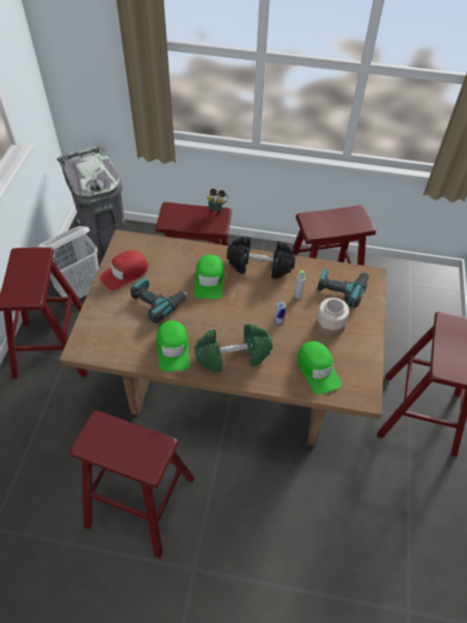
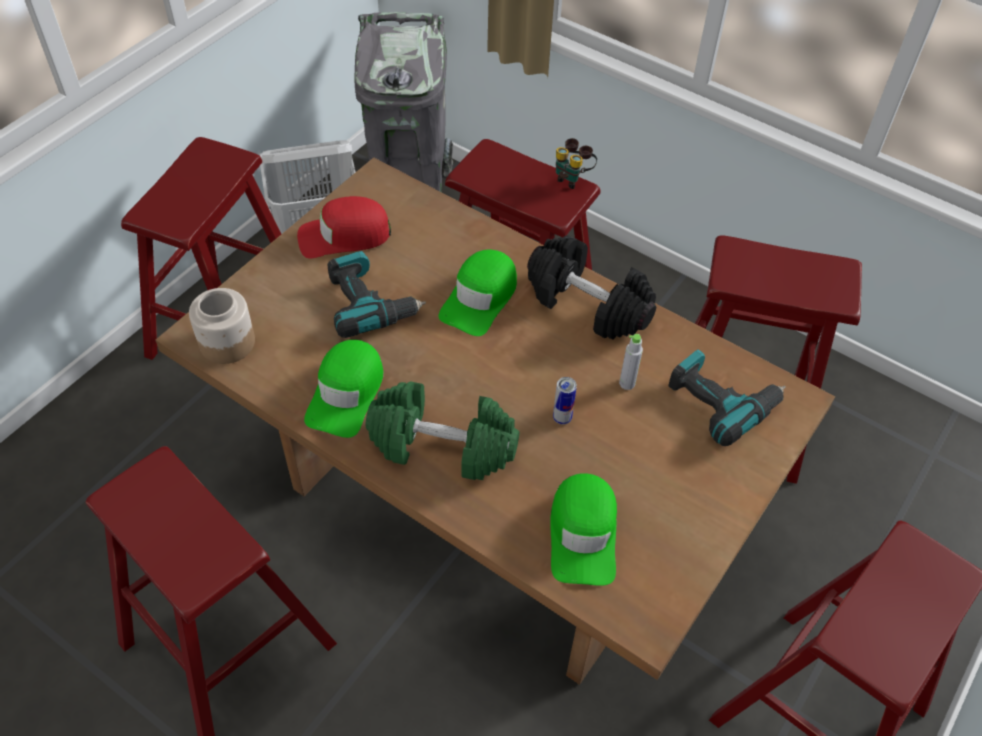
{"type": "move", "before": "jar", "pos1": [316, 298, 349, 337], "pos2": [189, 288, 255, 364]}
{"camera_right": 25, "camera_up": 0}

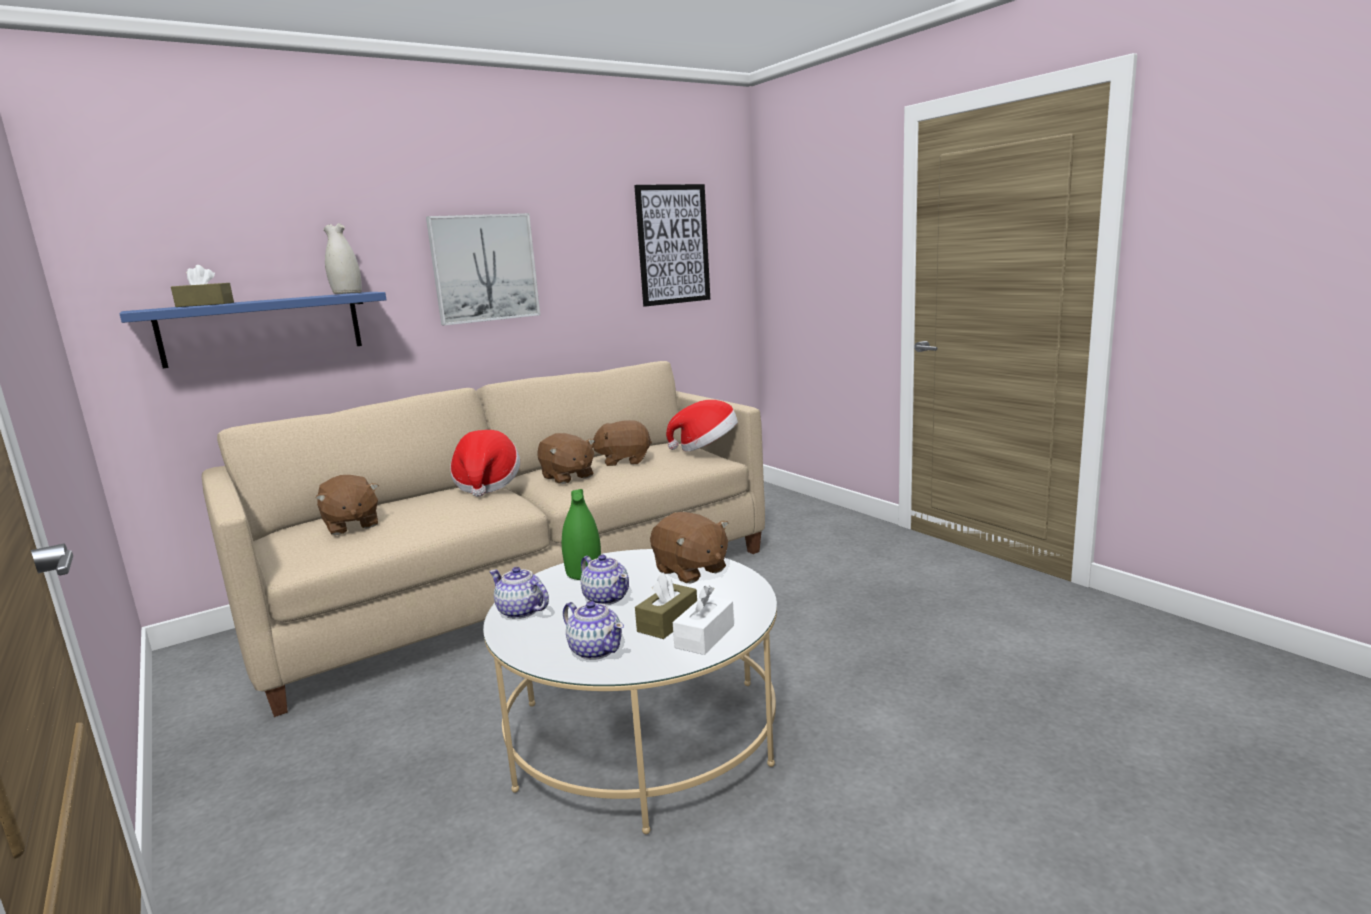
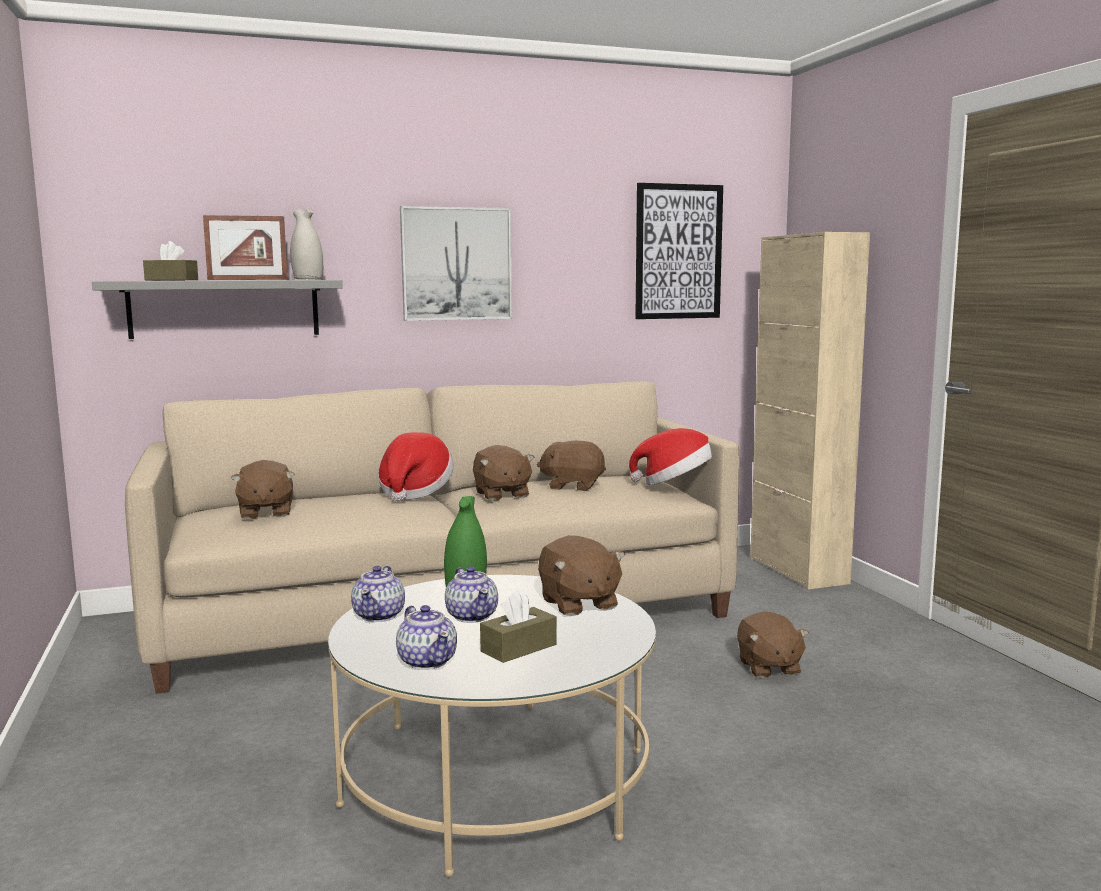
{"type": "recolor", "before": "blue shelf", "after": "grey shelf", "pos1": [120, 292, 386, 368], "pos2": [92, 280, 343, 339]}
{"type": "insert", "after": "picture frame", "pos2": [203, 215, 288, 280]}
{"type": "rotate", "before": "teapot", "pos1": [489, 567, 549, 619], "pos2": [351, 566, 405, 622], "turn": -135}
{"type": "insert", "after": "brown plush toy", "pos2": [737, 611, 809, 678]}
{"type": "insert", "after": "beige cabinet", "pos2": [750, 232, 870, 589]}
{"type": "delete", "before": "white tissue box", "pos1": [673, 585, 734, 655]}
{"camera_right": 15, "camera_up": -5}

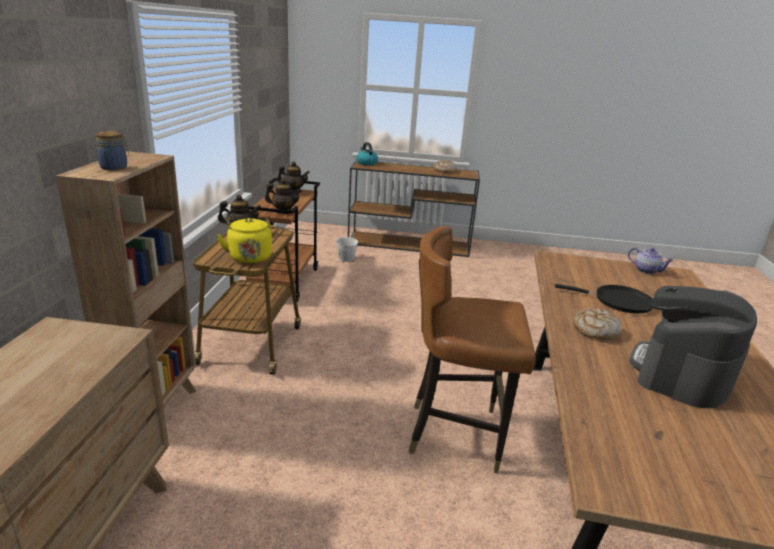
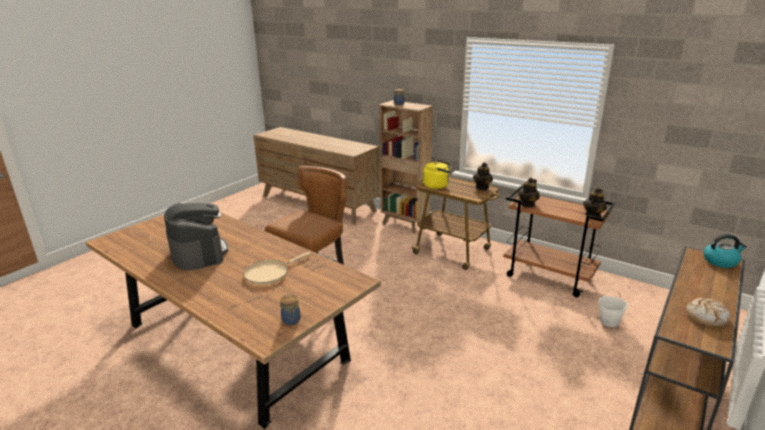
{"type": "recolor", "before": "black frying pan", "after": "beige frying pan", "pos1": [555, 284, 653, 314], "pos2": [244, 252, 311, 285]}
{"type": "replace", "before": "teapot", "after": "jar", "pos1": [628, 247, 674, 274], "pos2": [280, 295, 300, 325]}
{"type": "delete", "before": "bread", "pos1": [573, 308, 621, 340]}
{"camera_right": 120, "camera_up": 0}

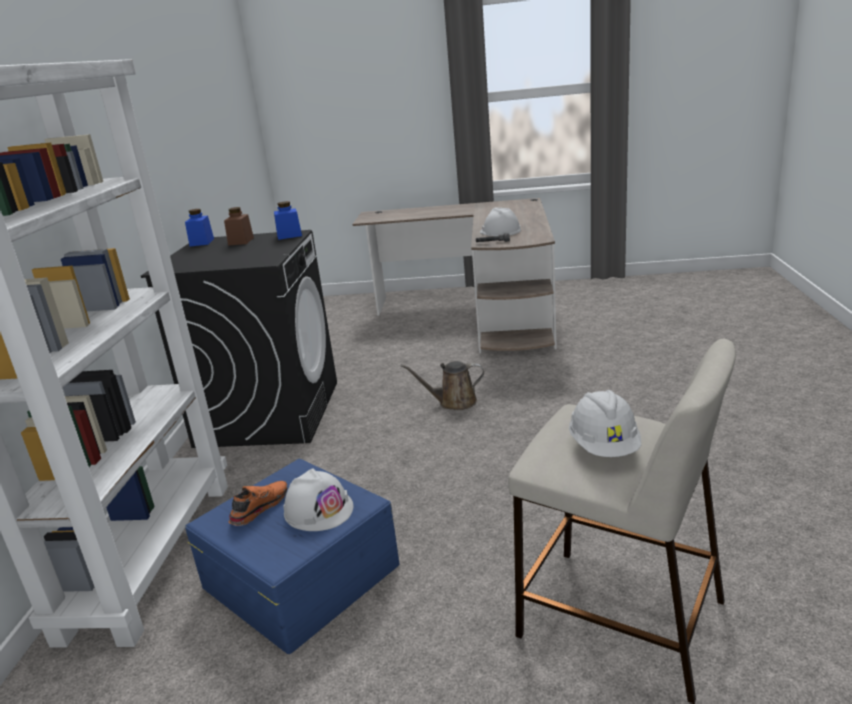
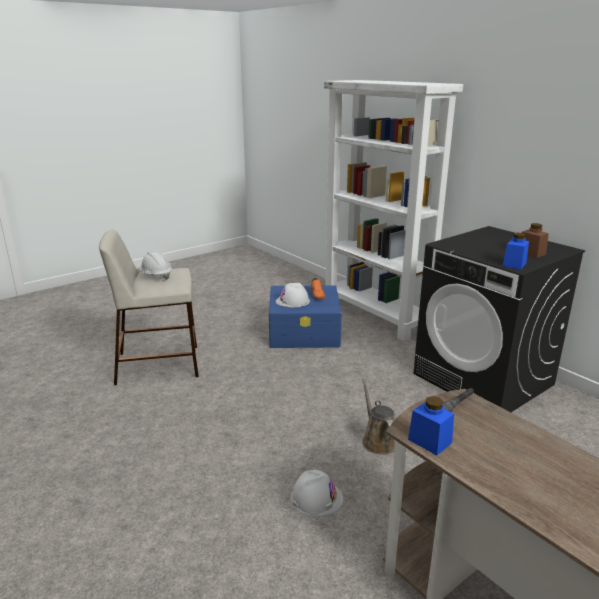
{"type": "move", "before": "white hard hat", "pos1": [480, 207, 521, 236], "pos2": [290, 470, 343, 516]}
{"type": "rotate", "before": "brown watering can", "pos1": [401, 361, 484, 410], "pos2": [362, 378, 396, 455], "turn": -60}
{"type": "move", "before": "blue jar", "pos1": [185, 209, 214, 246], "pos2": [408, 396, 454, 455]}
{"camera_right": 135, "camera_up": 0}

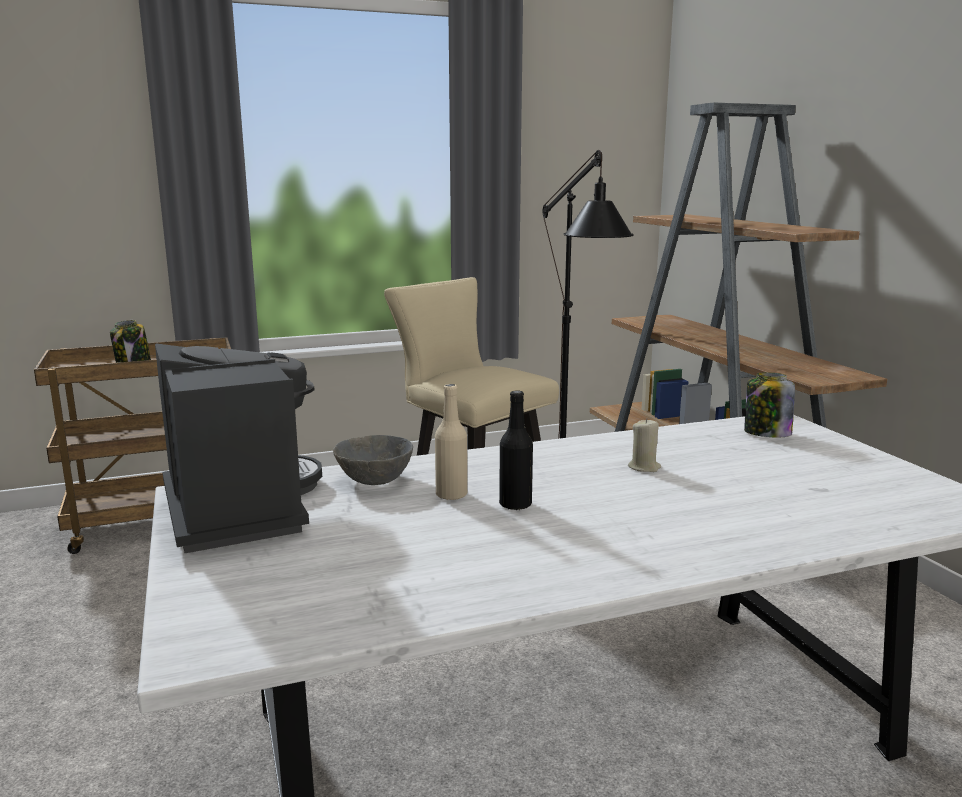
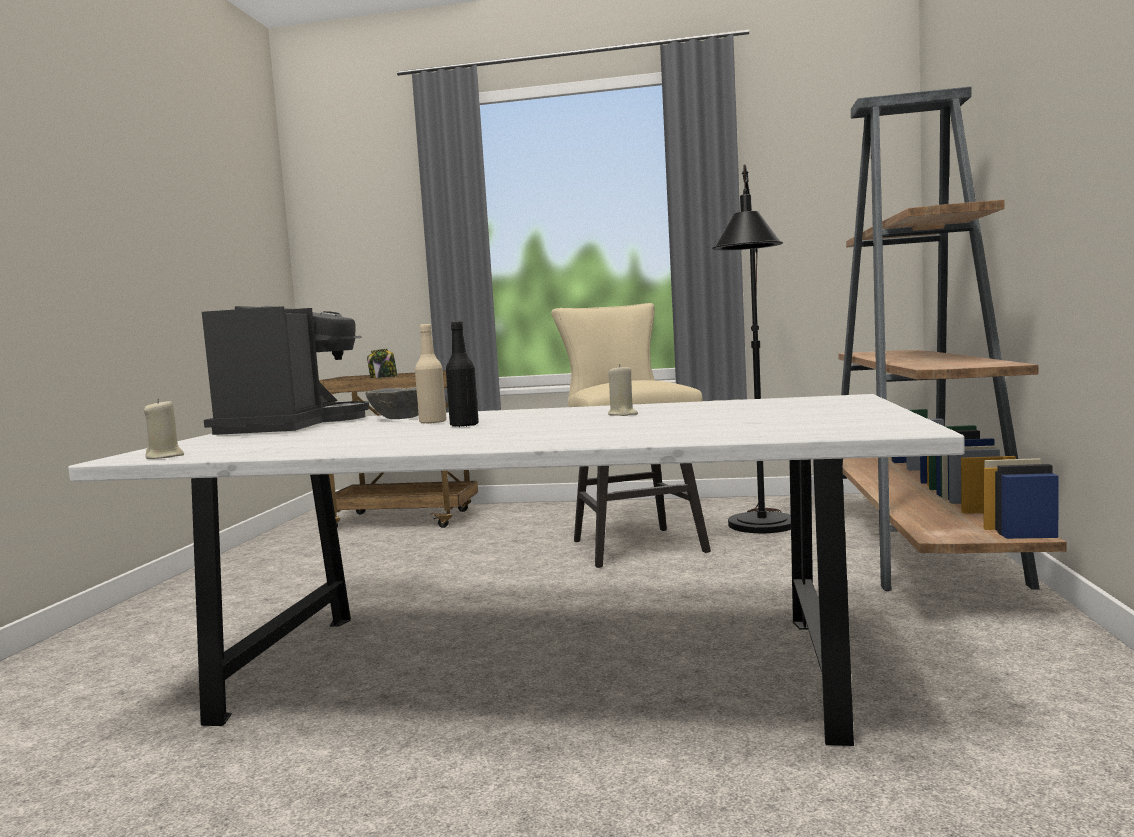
{"type": "insert", "after": "beige candle", "pos2": [144, 399, 184, 459]}
{"type": "delete", "before": "jar", "pos1": [744, 372, 795, 437]}
{"camera_right": 30, "camera_up": -10}

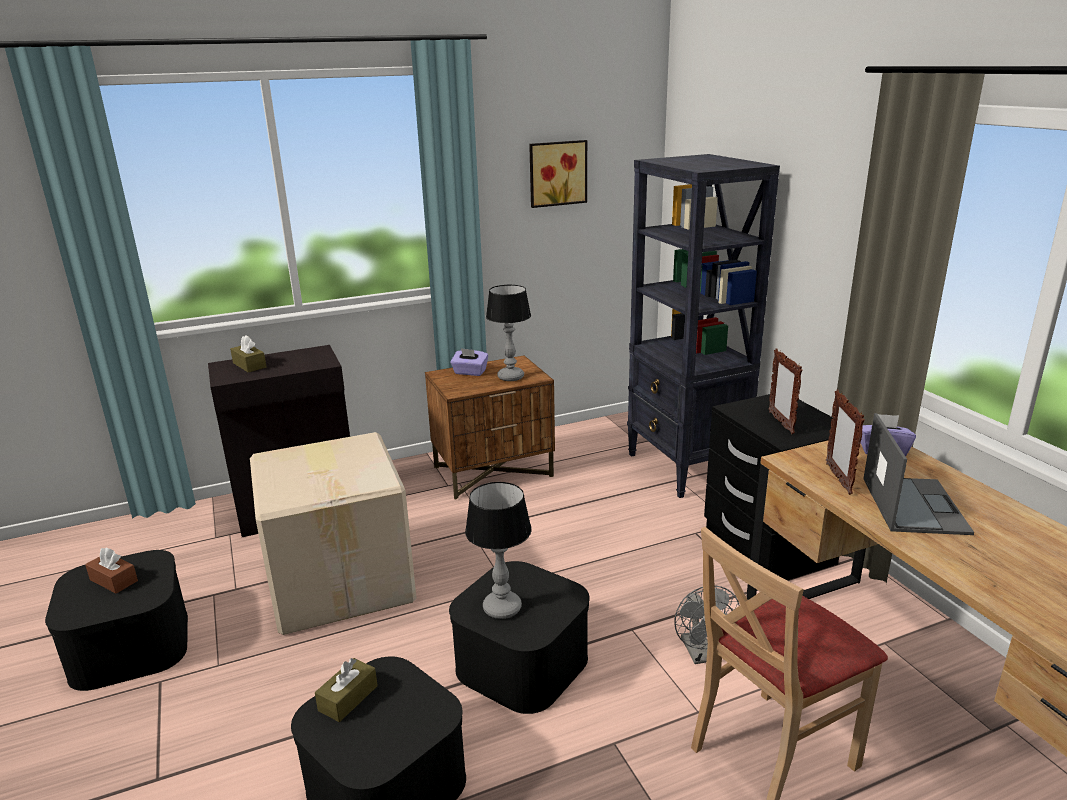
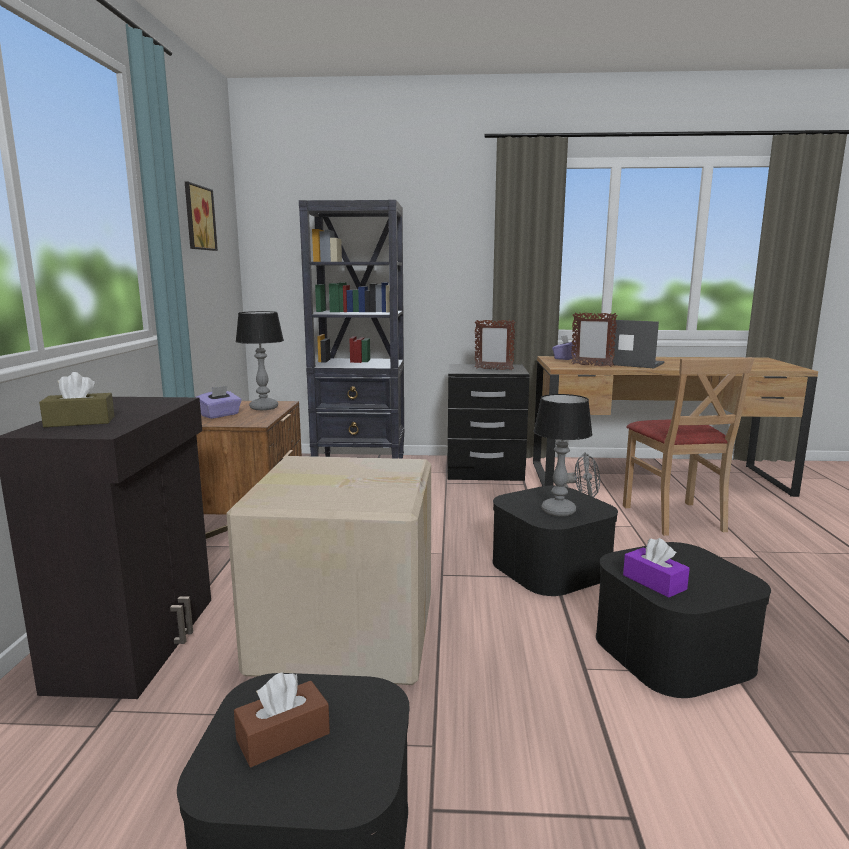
{"type": "recolor", "before": "brown tissue box", "after": "purple tissue box", "pos1": [315, 658, 378, 722], "pos2": [623, 538, 690, 598]}
{"camera_right": -65, "camera_up": -10}

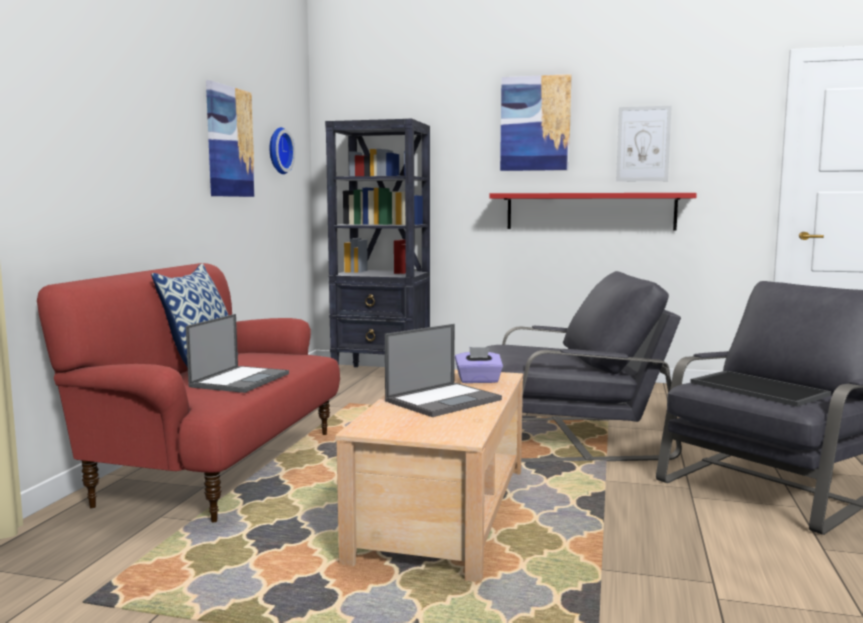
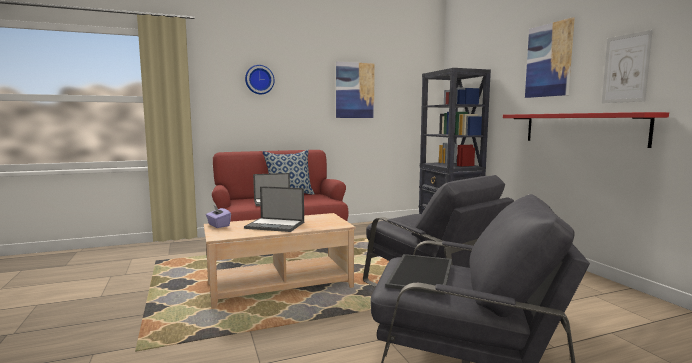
{"type": "move", "before": "purple tissue box", "pos1": [455, 347, 503, 383], "pos2": [206, 206, 231, 228]}
{"type": "move", "before": "wall clock", "pos1": [270, 127, 295, 174], "pos2": [245, 65, 274, 94]}
{"camera_right": 55, "camera_up": 0}

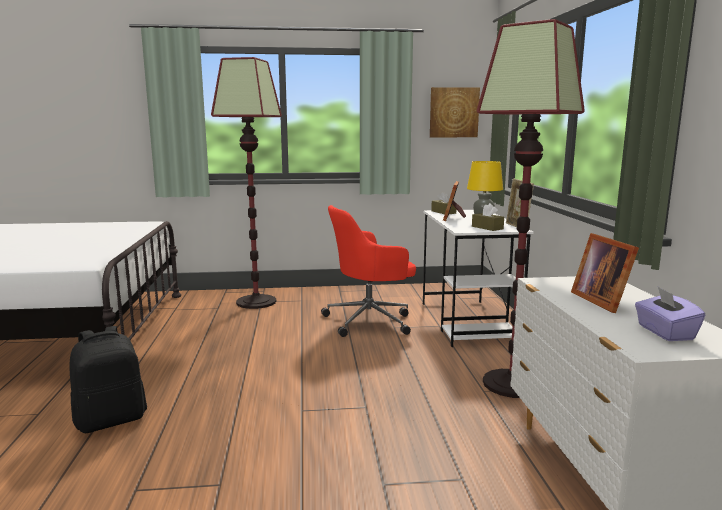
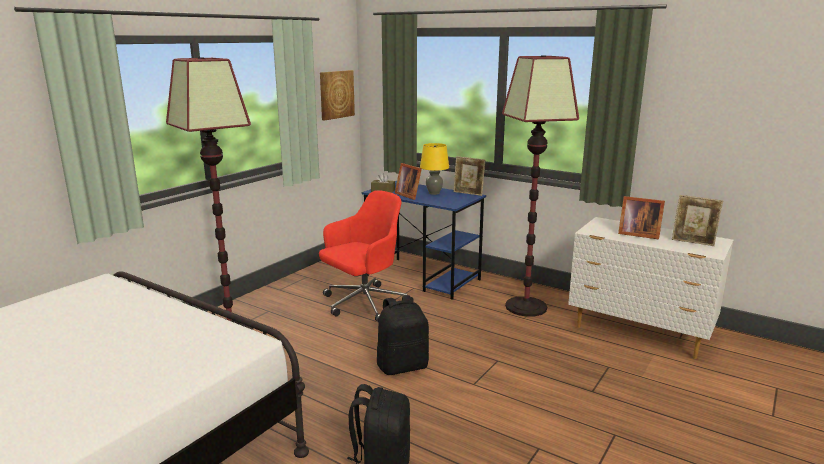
{"type": "rotate", "before": "red office chair", "pos1": [321, 205, 416, 337], "pos2": [319, 190, 414, 322], "turn": -150}
{"type": "recolor", "before": "white desk", "after": "blue desk", "pos1": [423, 210, 534, 347], "pos2": [362, 181, 486, 300]}
{"type": "insert", "after": "black backpack", "pos2": [377, 295, 429, 375]}
{"type": "replace", "before": "purple tissue box", "after": "picture frame", "pos1": [635, 287, 705, 341], "pos2": [672, 195, 723, 246]}
{"type": "delete", "before": "brown tissue box", "pos1": [472, 203, 504, 231]}
{"camera_right": -50, "camera_up": 5}

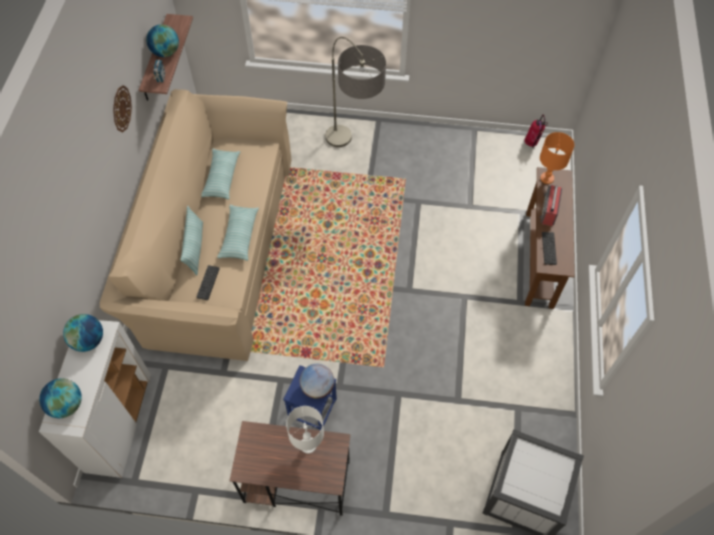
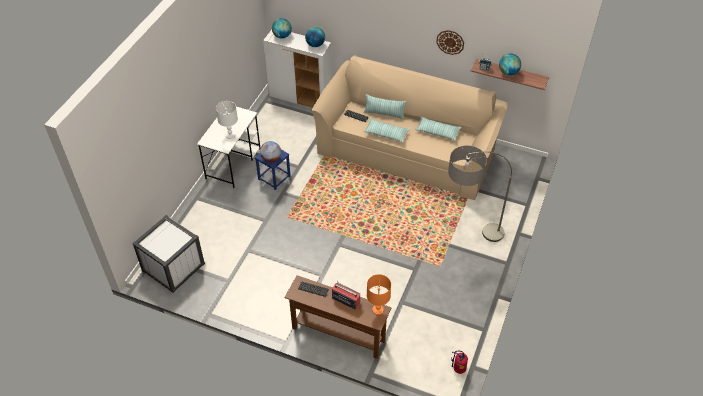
{"type": "recolor", "before": "brown desk", "after": "white desk", "pos1": [229, 421, 351, 516], "pos2": [197, 107, 260, 188]}
{"camera_right": 105, "camera_up": -10}

